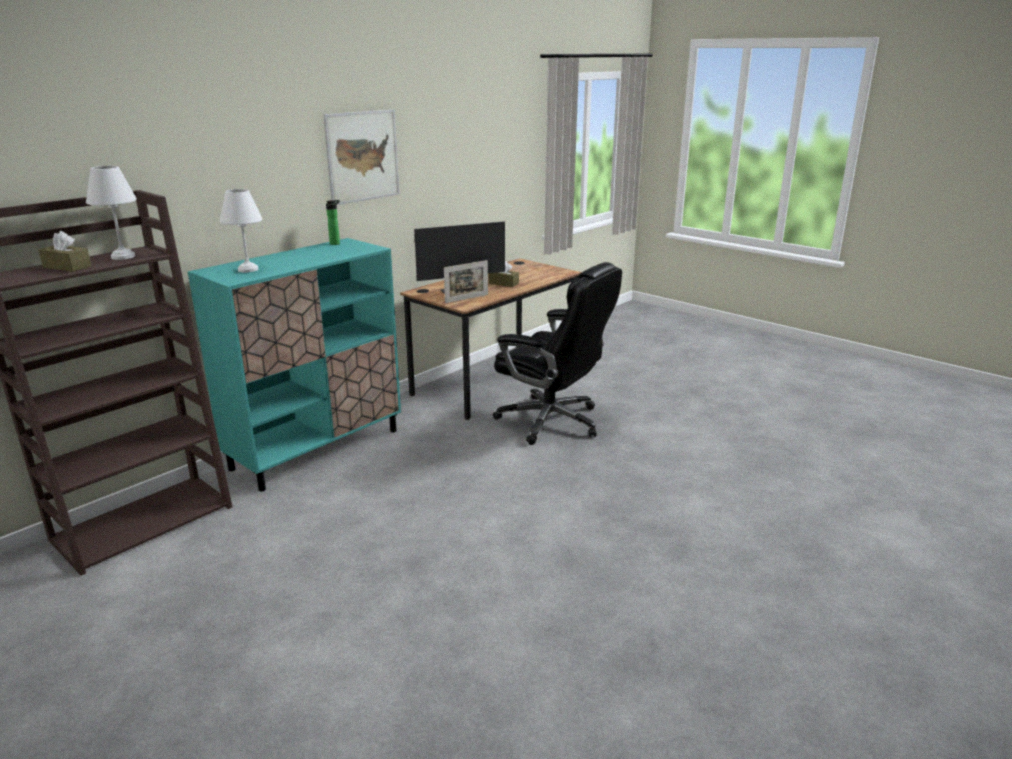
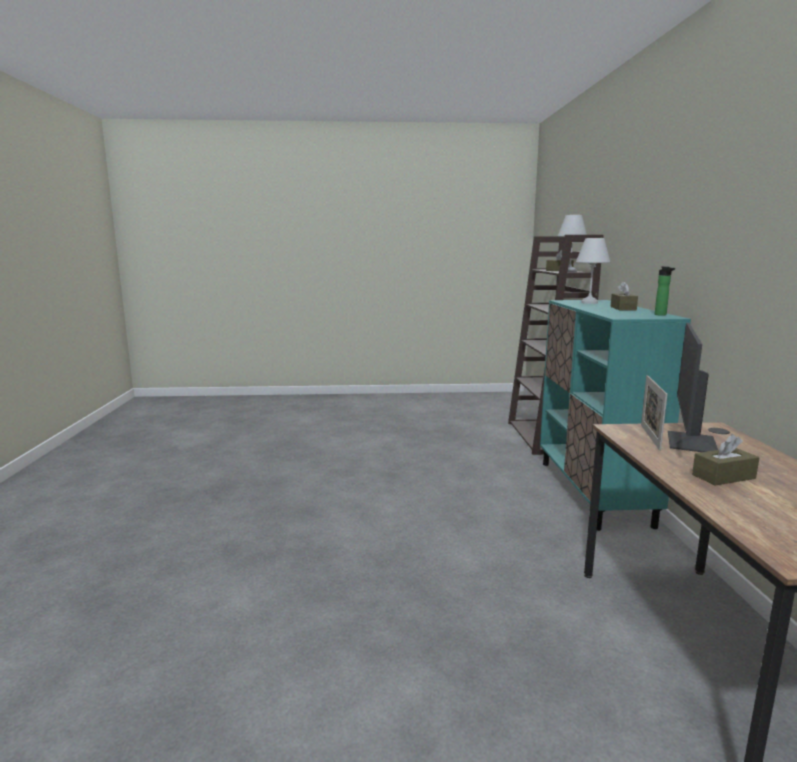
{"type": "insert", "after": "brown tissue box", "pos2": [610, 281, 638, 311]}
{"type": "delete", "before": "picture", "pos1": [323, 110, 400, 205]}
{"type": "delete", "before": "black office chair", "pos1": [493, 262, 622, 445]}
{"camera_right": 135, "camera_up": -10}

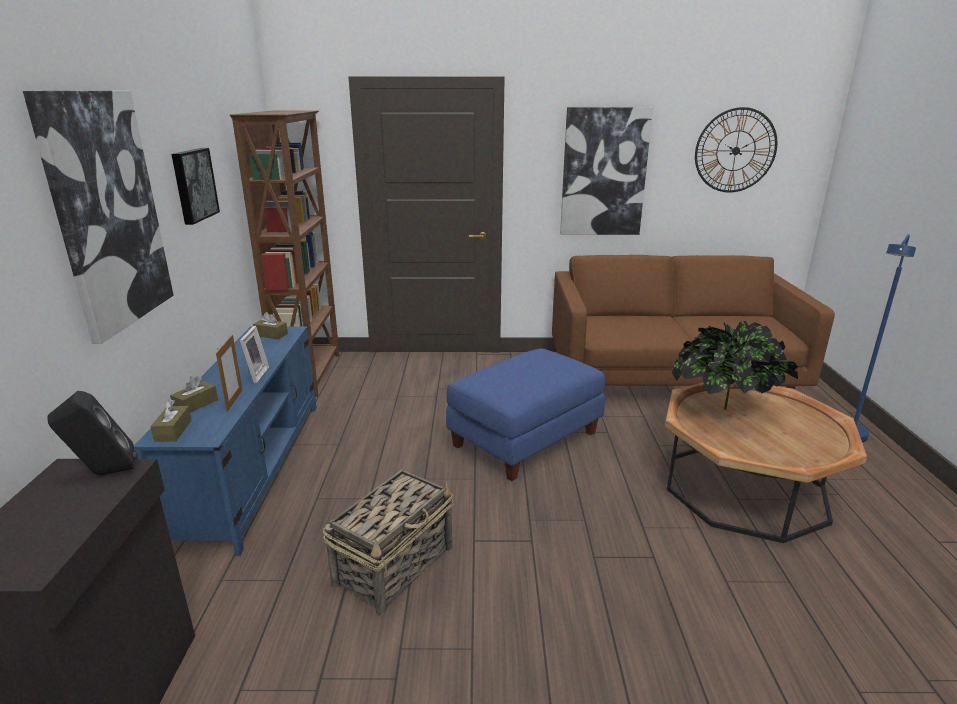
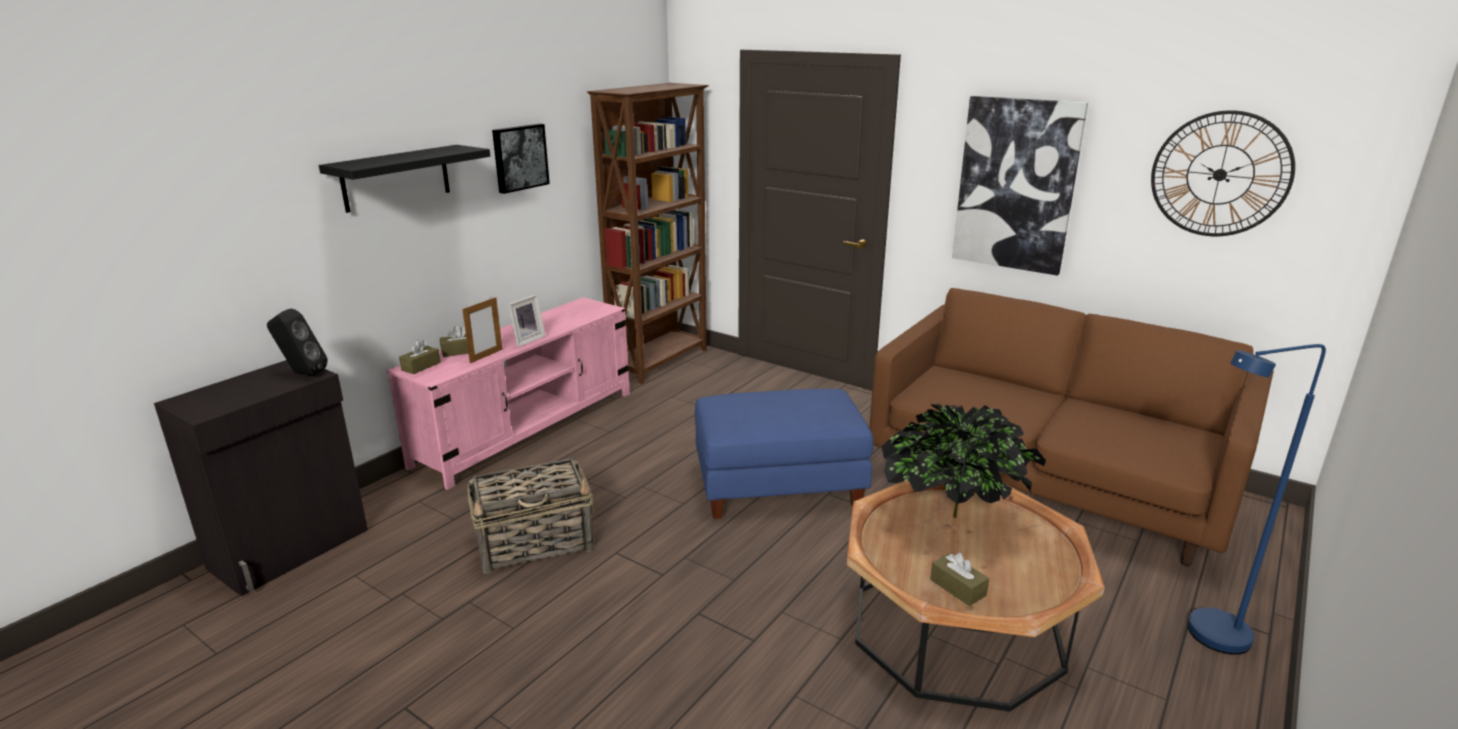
{"type": "replace", "before": "picture", "after": "black shelf", "pos1": [23, 91, 174, 344], "pos2": [319, 145, 490, 213]}
{"type": "recolor", "before": "blue tv stand", "after": "pink tv stand", "pos1": [134, 326, 317, 556], "pos2": [387, 297, 630, 490]}
{"type": "move", "before": "brown tissue box", "pos1": [253, 312, 288, 339], "pos2": [930, 553, 989, 606]}
{"camera_right": 35, "camera_up": 0}

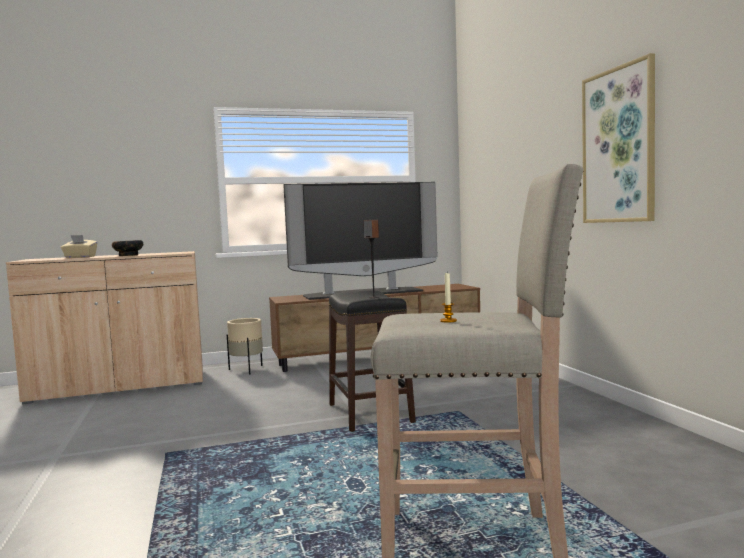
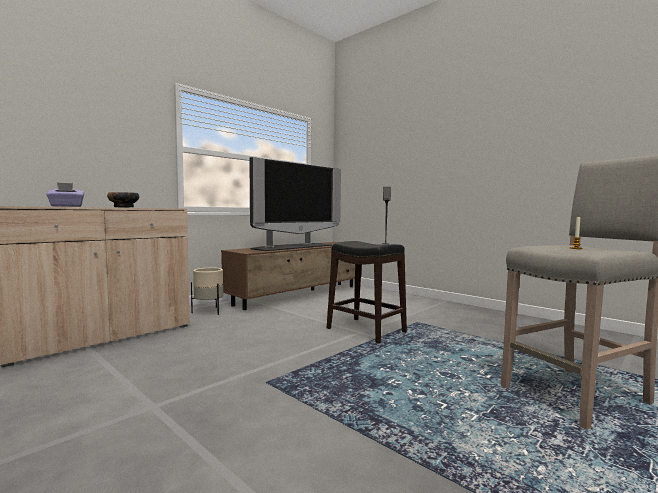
{"type": "recolor", "before": "beige tissue box", "after": "purple tissue box", "pos1": [61, 235, 97, 258], "pos2": [46, 182, 84, 207]}
{"type": "delete", "before": "picture", "pos1": [582, 53, 655, 223]}
{"camera_right": -30, "camera_up": 0}

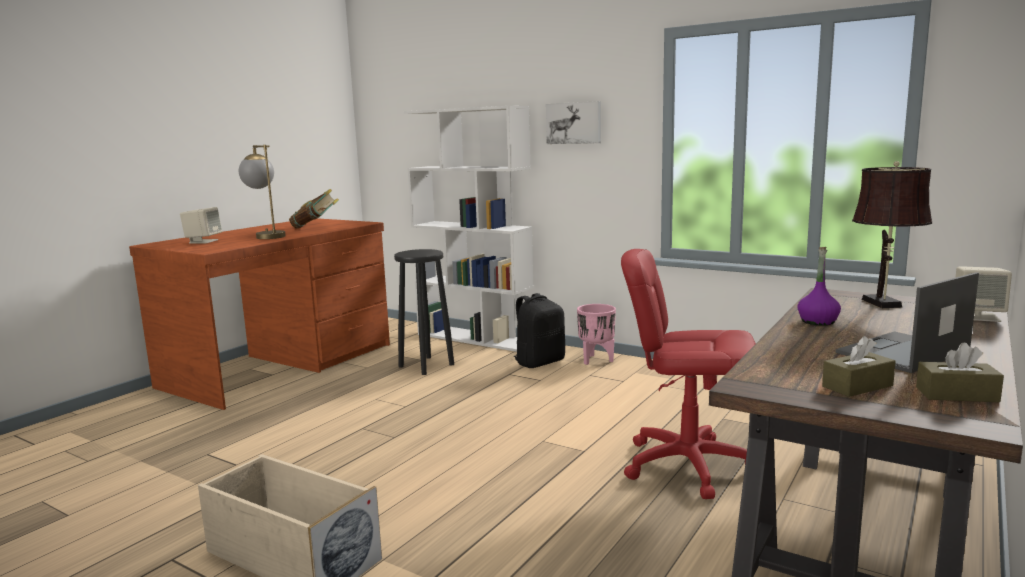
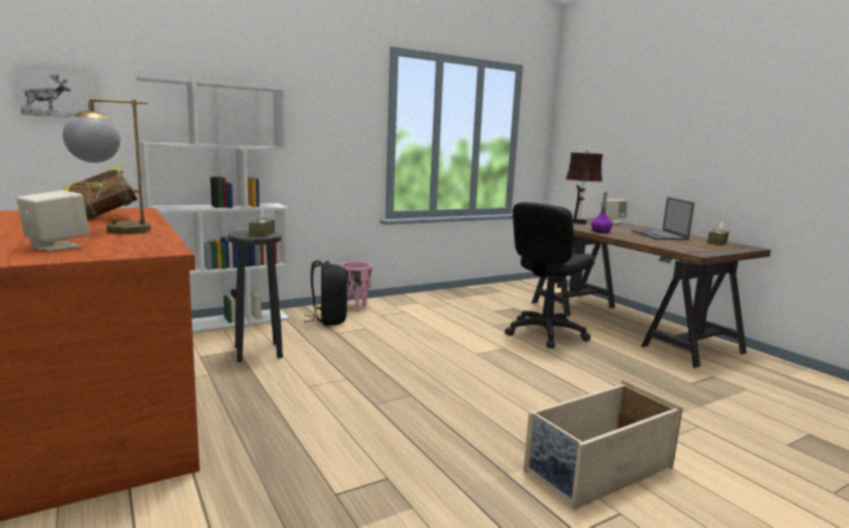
{"type": "move", "before": "picture", "pos1": [546, 101, 601, 144], "pos2": [16, 68, 97, 118]}
{"type": "move", "before": "brown tissue box", "pos1": [822, 336, 896, 397], "pos2": [249, 208, 275, 237]}
{"type": "recolor", "before": "red office chair", "after": "black office chair", "pos1": [621, 249, 756, 499], "pos2": [505, 202, 595, 348]}
{"camera_right": -65, "camera_up": 0}

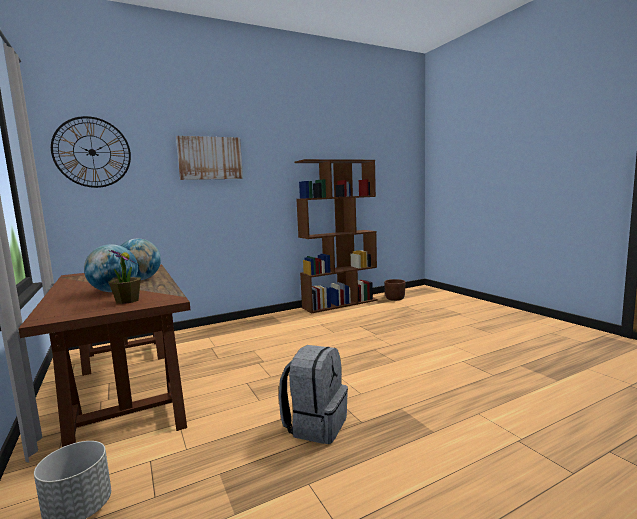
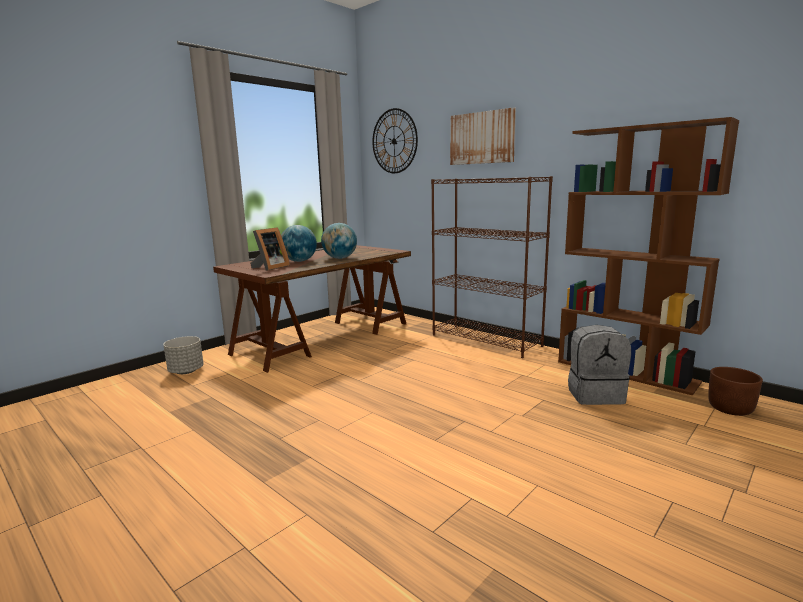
{"type": "replace", "before": "potted plant", "after": "picture frame", "pos1": [108, 250, 141, 304], "pos2": [250, 227, 290, 271]}
{"type": "insert", "after": "brown bookcase", "pos2": [431, 176, 553, 358]}
{"type": "move", "before": "grey backpack", "pos1": [279, 345, 348, 444], "pos2": [568, 325, 631, 405]}
{"camera_right": 70, "camera_up": 5}

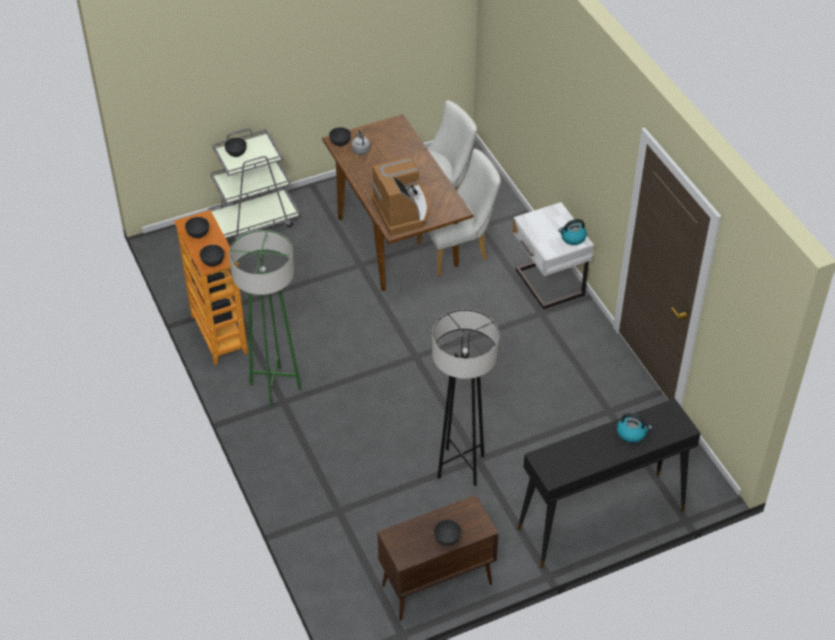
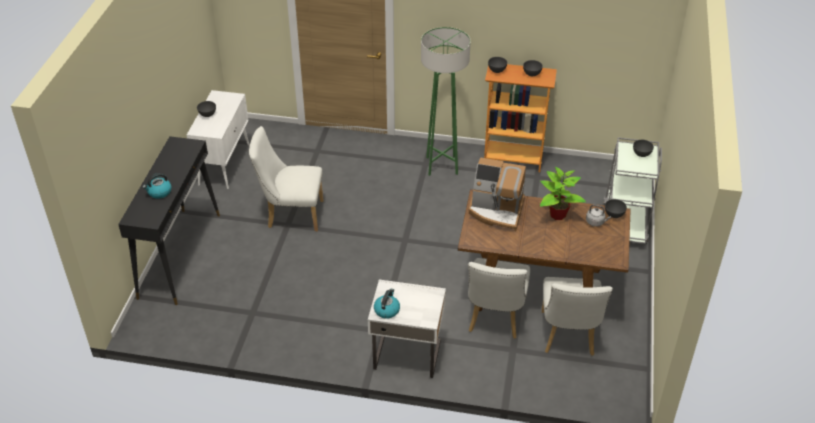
{"type": "recolor", "before": "brown cabinet", "after": "white cabinet", "pos1": [377, 495, 499, 621], "pos2": [187, 90, 250, 189]}
{"type": "replace", "before": "grey floor lamp", "after": "white chair", "pos1": [432, 309, 499, 486], "pos2": [249, 126, 323, 232]}
{"type": "insert", "after": "potted plant", "pos2": [540, 167, 586, 220]}
{"camera_right": 125, "camera_up": -5}

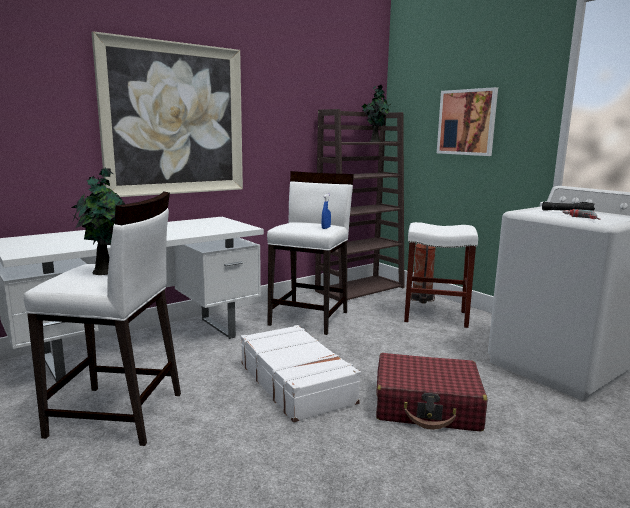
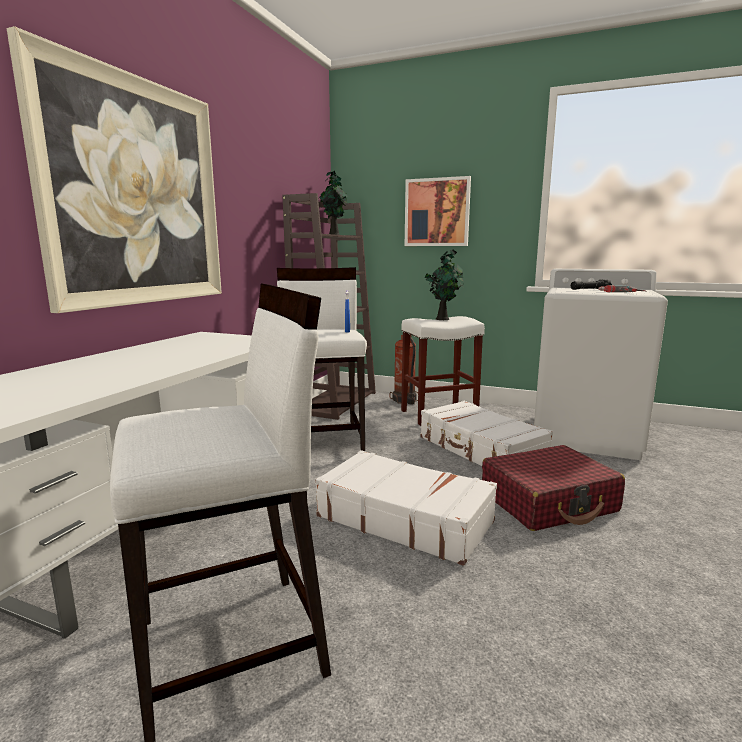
{"type": "insert", "after": "white suitcase", "pos2": [420, 400, 553, 466]}
{"type": "move", "before": "potted plant", "pos1": [71, 167, 125, 275], "pos2": [425, 249, 464, 320]}
{"camera_right": -30, "camera_up": 0}

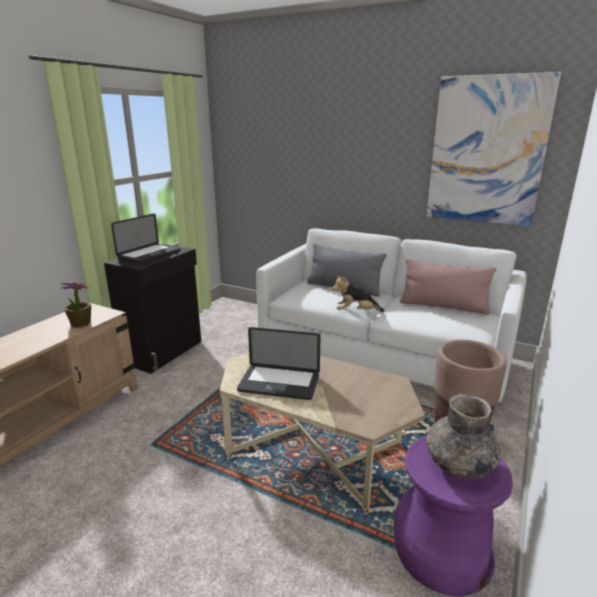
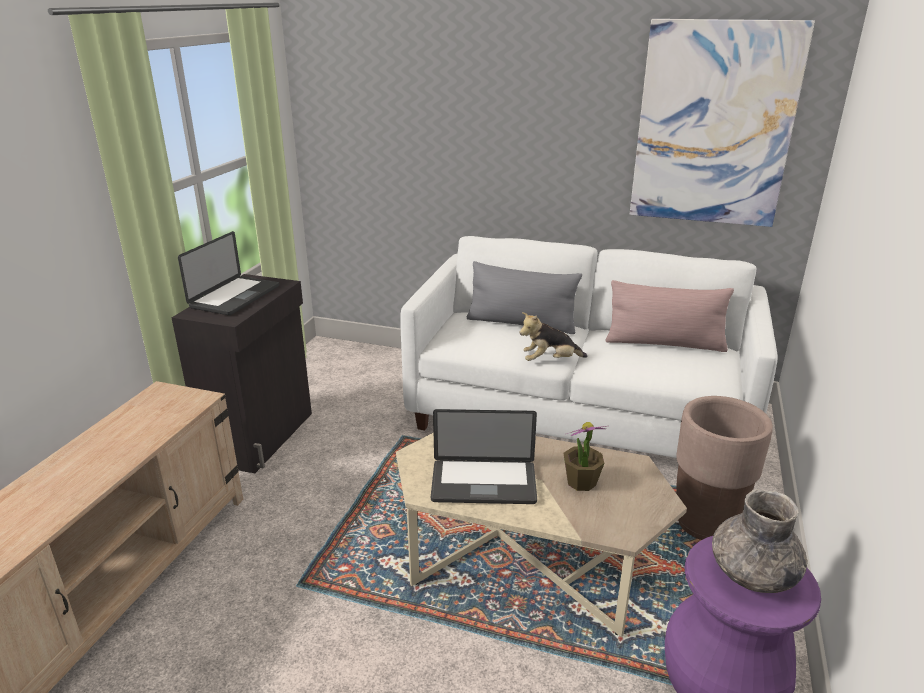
{"type": "move", "before": "potted plant", "pos1": [61, 282, 91, 327], "pos2": [563, 422, 607, 491]}
{"camera_right": -10, "camera_up": 5}

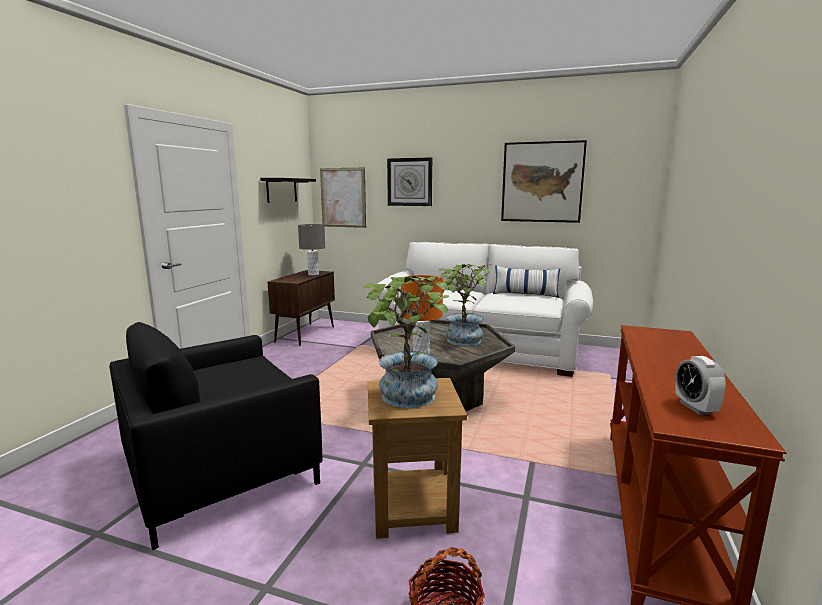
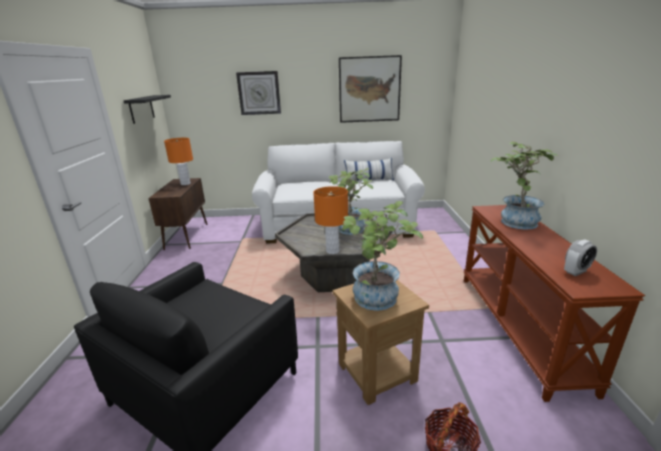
{"type": "recolor", "before": "grey table lamp", "after": "orange table lamp", "pos1": [298, 224, 325, 276], "pos2": [164, 138, 193, 185]}
{"type": "insert", "after": "potted plant", "pos2": [490, 141, 559, 230]}
{"type": "rotate", "before": "alarm clock", "pos1": [675, 356, 726, 415], "pos2": [564, 239, 597, 276], "turn": -90}
{"type": "delete", "before": "picture", "pos1": [320, 168, 366, 228]}
{"camera_right": -20, "camera_up": 10}

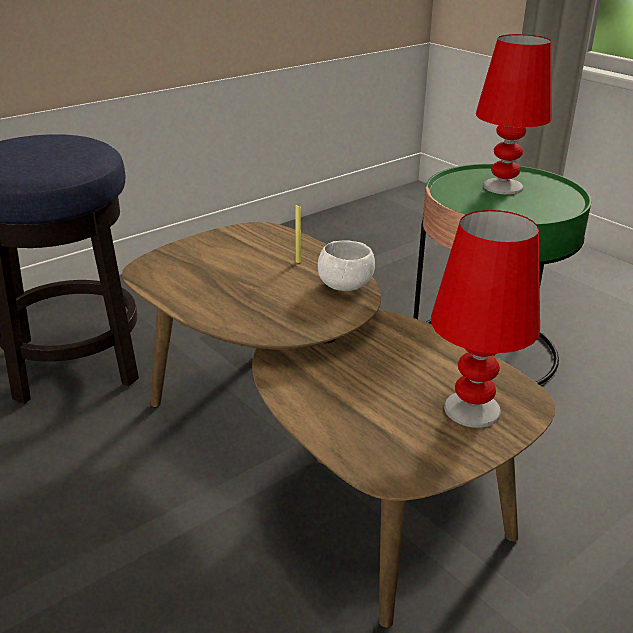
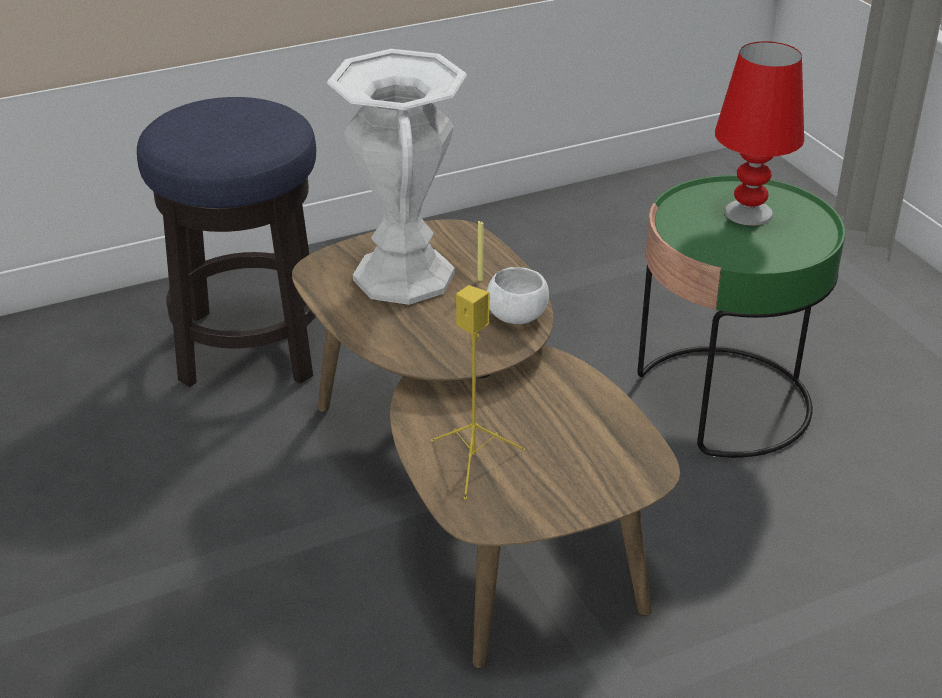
{"type": "insert", "after": "white vase", "pos2": [327, 49, 467, 305]}
{"type": "insert", "after": "yellow speaker", "pos2": [431, 285, 525, 499]}
{"type": "delete", "before": "red table lamp", "pos1": [431, 210, 540, 428]}
{"camera_right": 15, "camera_up": 5}

